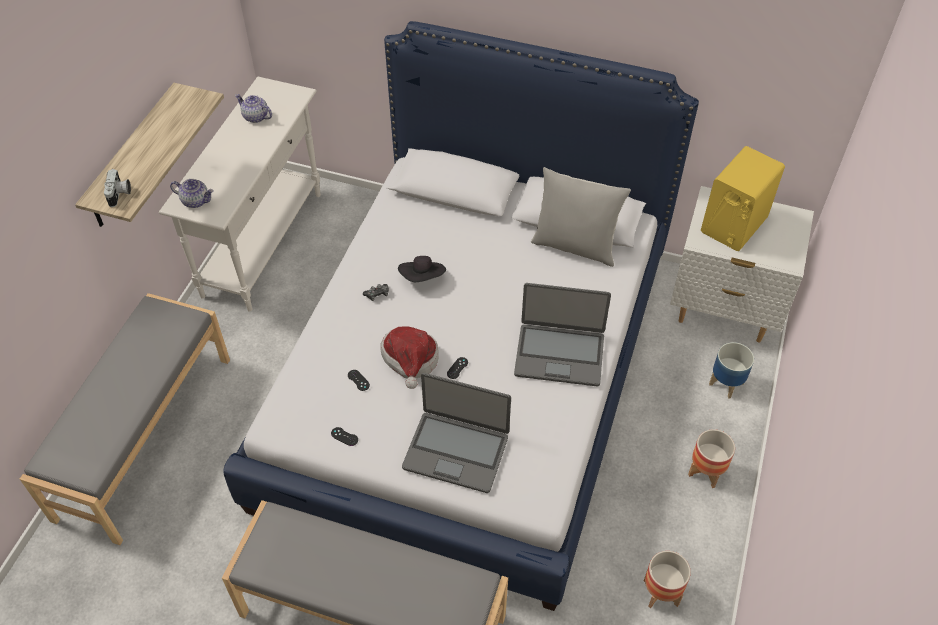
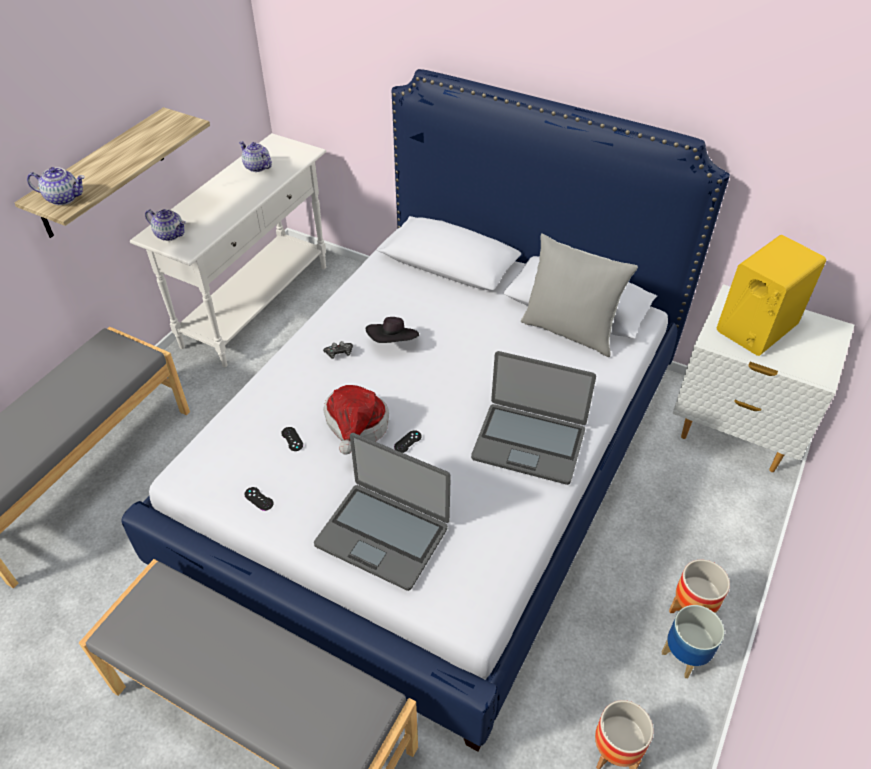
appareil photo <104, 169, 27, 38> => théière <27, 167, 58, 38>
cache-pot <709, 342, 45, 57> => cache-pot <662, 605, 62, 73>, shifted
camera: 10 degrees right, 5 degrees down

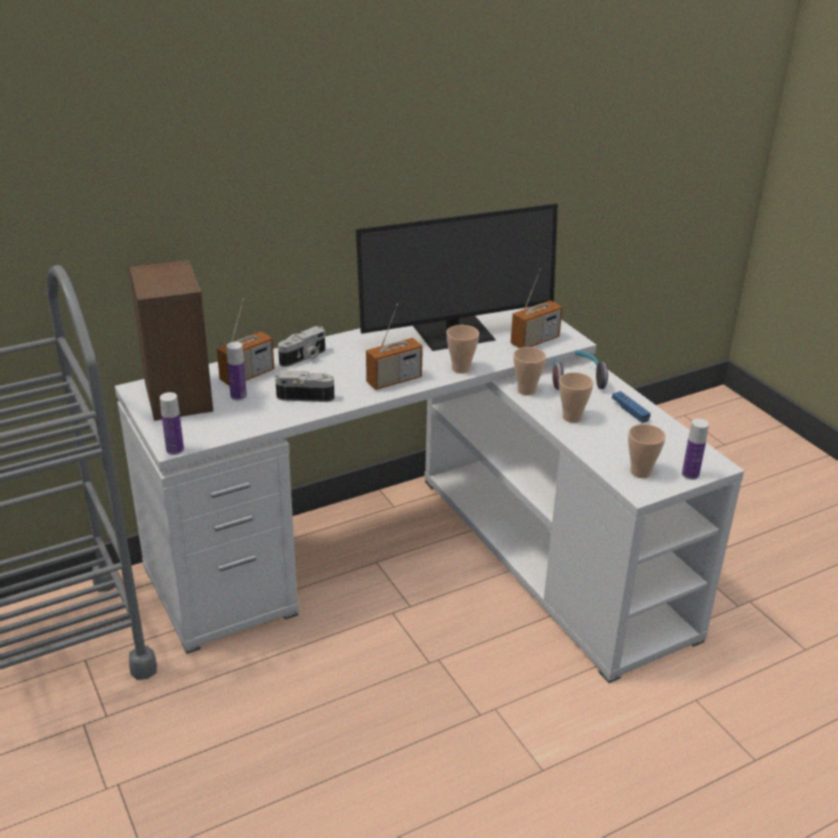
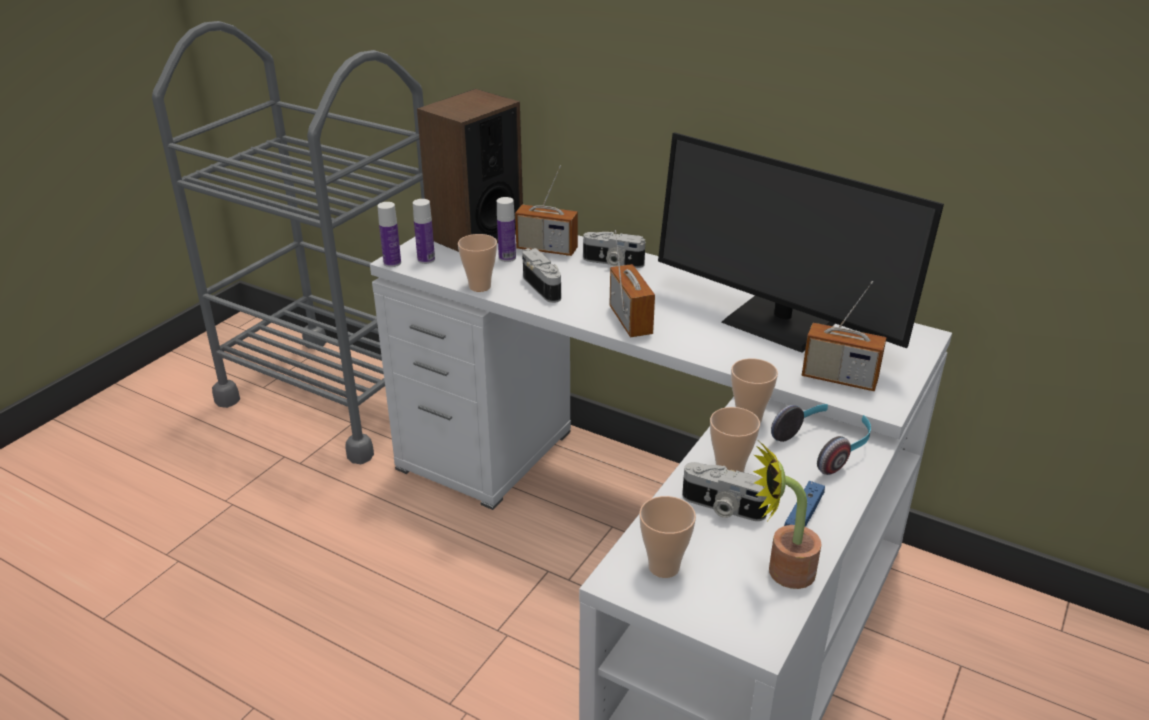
radio <366, 303, 57, 87> => radio <609, 230, 46, 107>, 135 degrees counterclockwise
tasse <447, 325, 32, 48> => tasse <458, 234, 39, 58>, shifted
bouteille <682, 419, 27, 61> => bouteille <413, 199, 22, 65>, shifted
nothing => plante en pot <753, 442, 68, 147>
nothing => appareil photo <682, 462, 86, 59>
camera: 60 degrees right, 0 degrees up

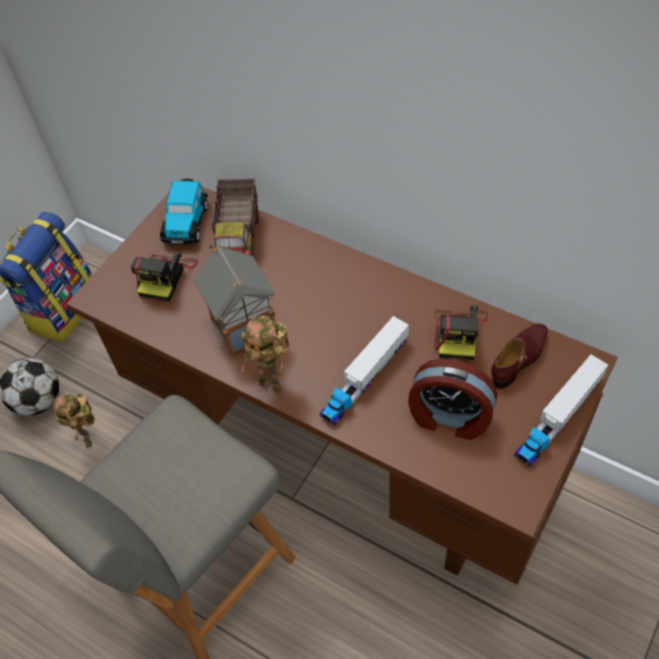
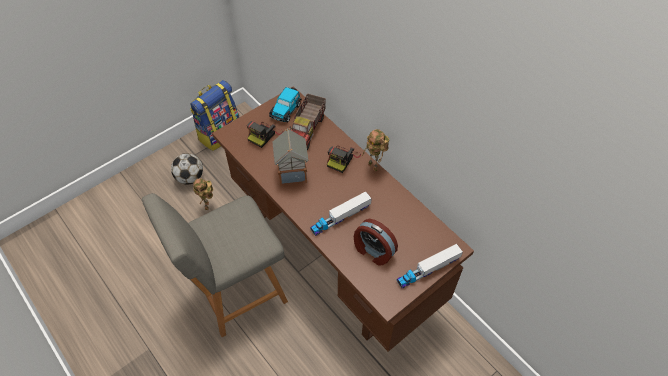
appareil photo <434, 305, 54, 55> => appareil photo <327, 146, 34, 27>, shifted
robot jouet <241, 316, 49, 77> => robot jouet <362, 129, 27, 43>, shifted
chaussure/marron <491, 324, 57, 65> => nothing
camera: 15 degrees right, 0 degrees up

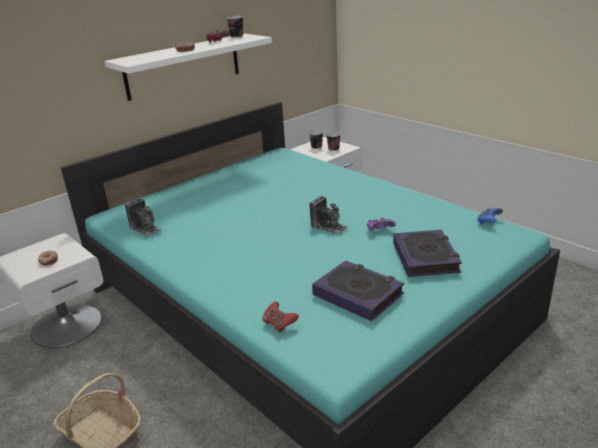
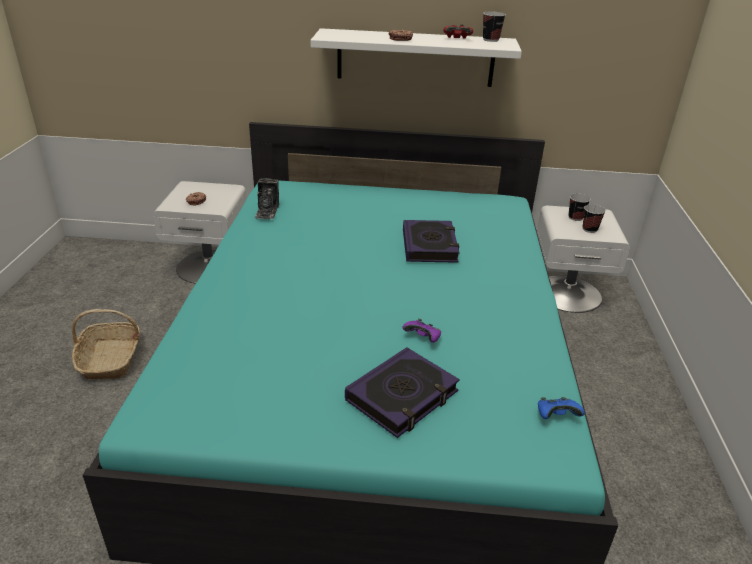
appareil photo <309, 196, 39, 38> => nothing
livre <312, 260, 92, 61> => livre <403, 220, 57, 43>, shifted
manette/rouge <262, 301, 37, 31> => nothing
camera: 45 degrees right, 5 degrees up

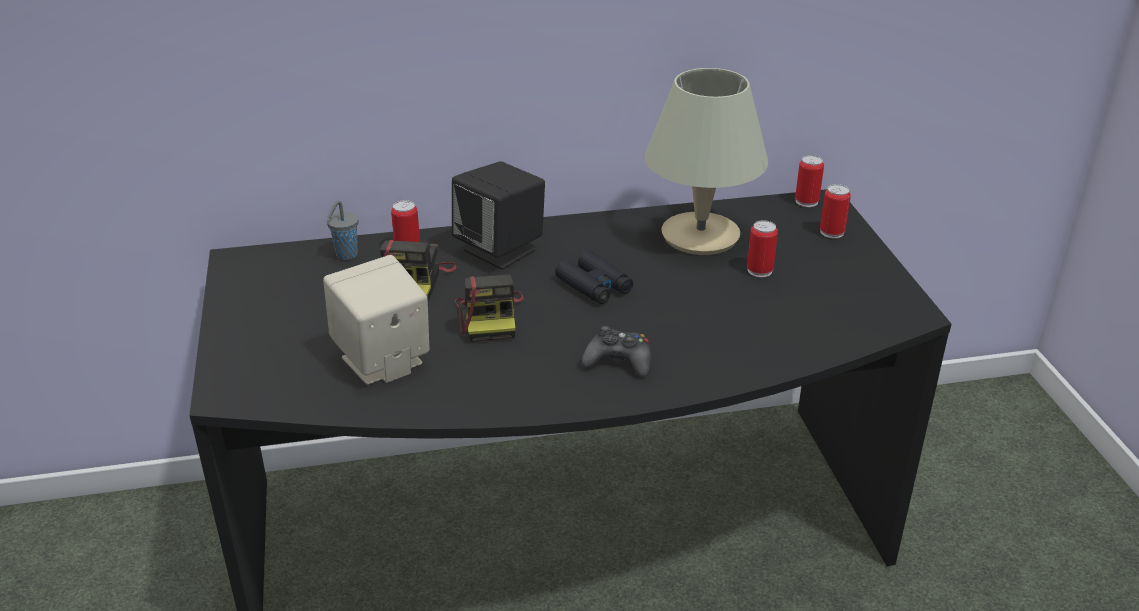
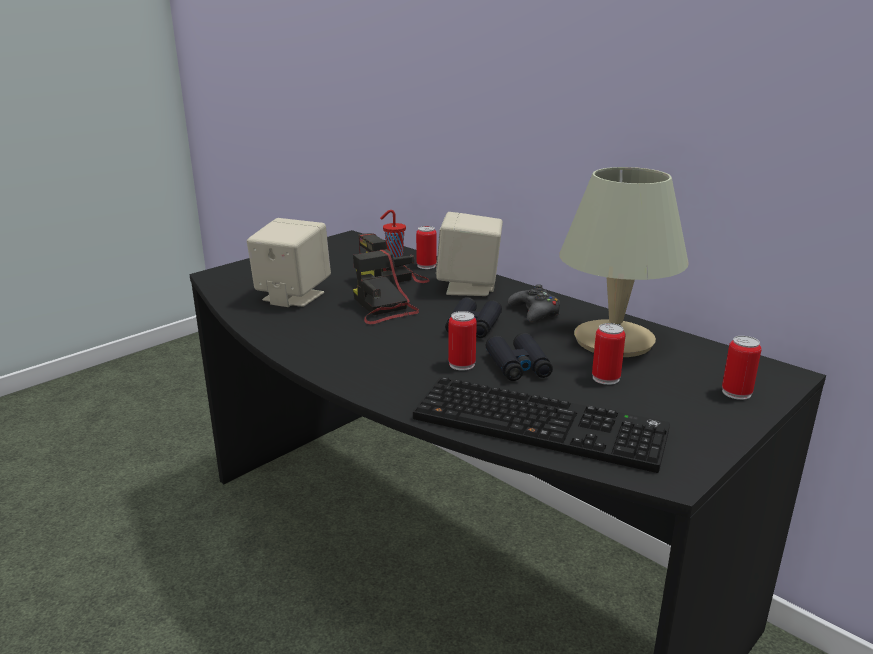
boîte métallique <795, 155, 29, 52> => boîte métallique <448, 311, 29, 60>, shifted
enceinte/noir <452, 161, 93, 108> => enceinte/beige <436, 212, 67, 84>
tasse/gris <327, 201, 32, 59> => tasse/rouge <380, 210, 26, 47>
appareil photo <455, 274, 68, 68> => appareil photo <353, 249, 66, 75>, 105 degrees clockwise
manette/noir <582, 326, 69, 51> => manette/noir <508, 284, 52, 38>, shifted
nothing => jumelles/noir <486, 333, 67, 48>
nothing => clavier <413, 377, 257, 96>
camera: 55 degrees right, 10 degrees down

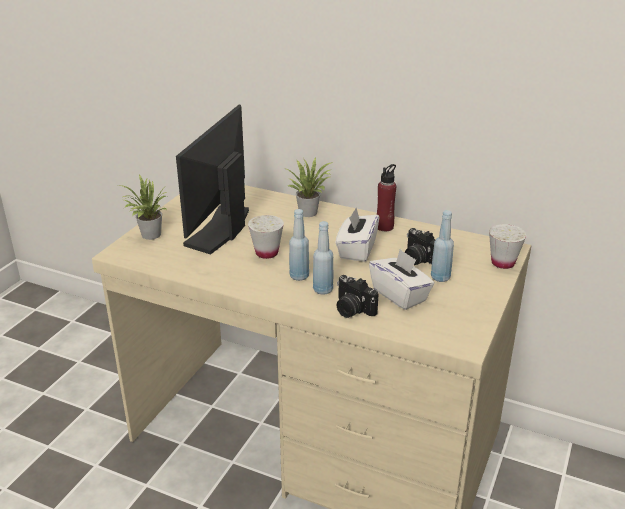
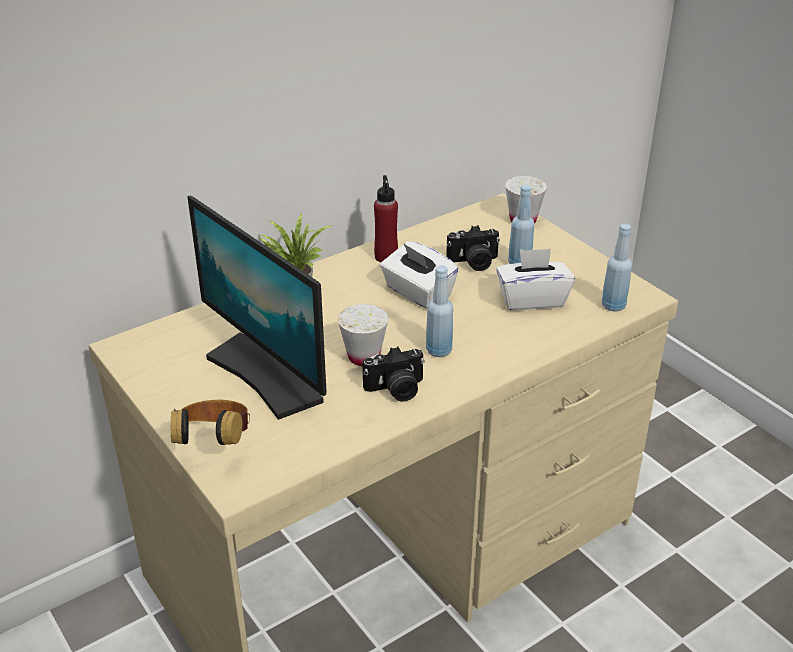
plante en pot <118, 175, 49, 65> => casque audio <171, 400, 79, 45>
bouteille/bleu <313, 221, 20, 74> => bouteille/bleu <602, 223, 30, 89>, shifted
appareil photo <336, 275, 43, 43> => appareil photo <362, 346, 63, 56>, shifted
camera: 60 degrees left, 5 degrees up

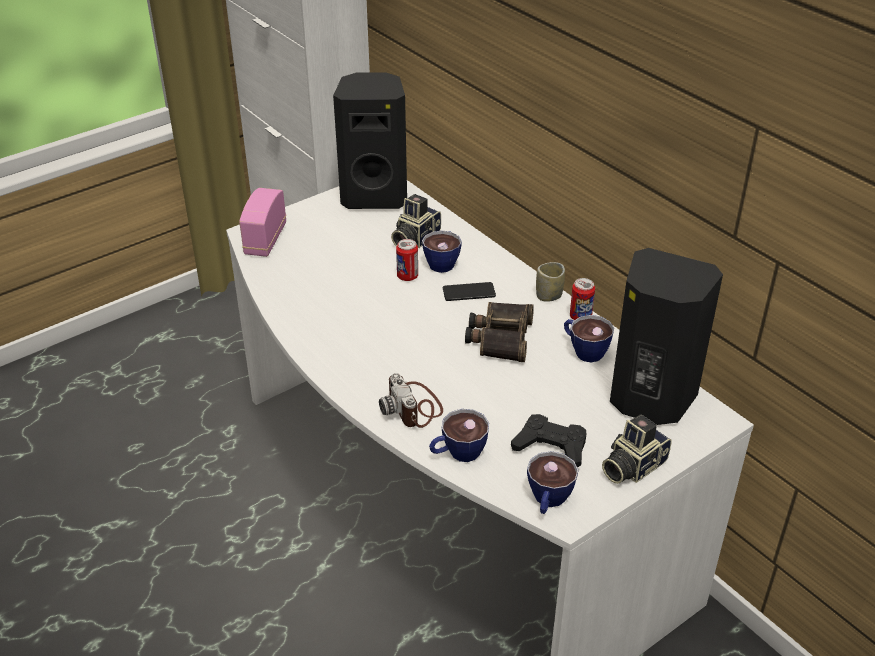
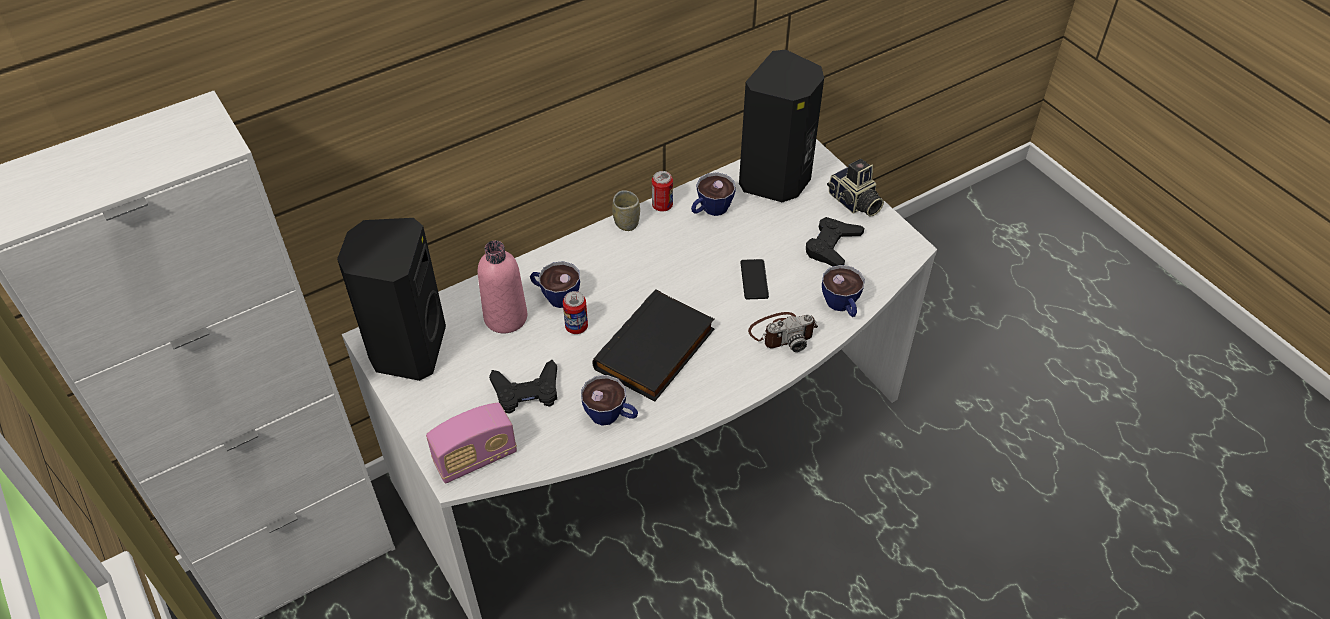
radio <239, 188, 47, 69> => radio <426, 403, 91, 81>, 45 degrees counterclockwise
appareil photo <391, 194, 50, 54> => bouteille/rose <478, 241, 49, 92>
téléphone <443, 282, 53, 19> => téléphone <740, 259, 29, 40>, shifted
jumelles <465, 302, 69, 60> => nothing
tasse <527, 451, 52, 63> => tasse <581, 375, 57, 51>, shifted
nothing => livre/noir <592, 289, 123, 113>
nothing => manette/noir <489, 360, 68, 54>
camera: 85 degrees left, 10 degrees up

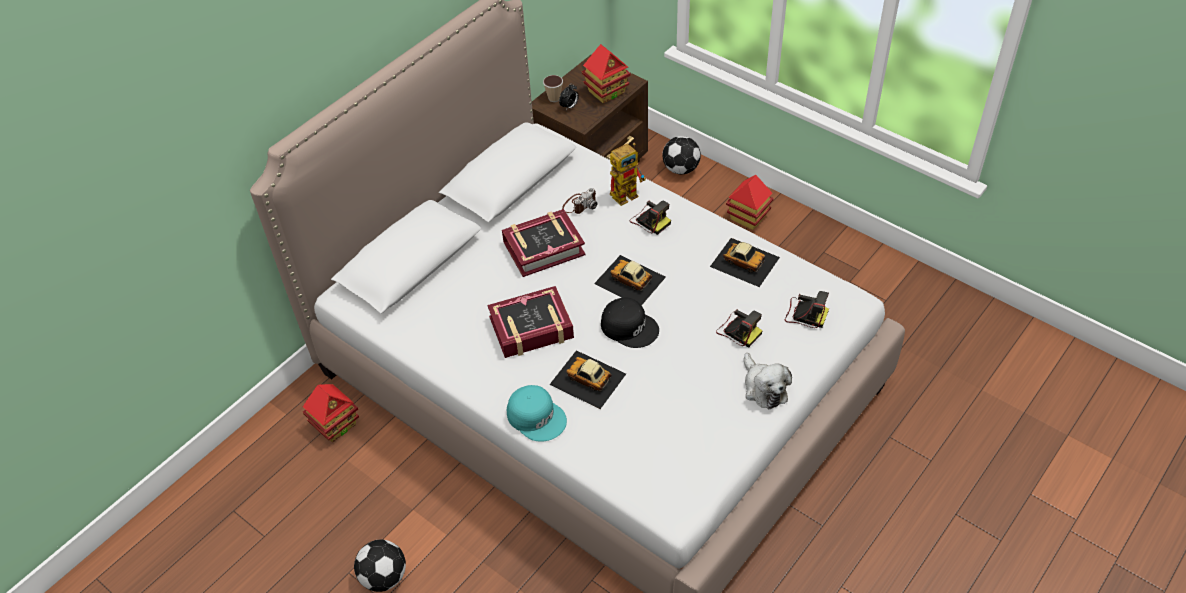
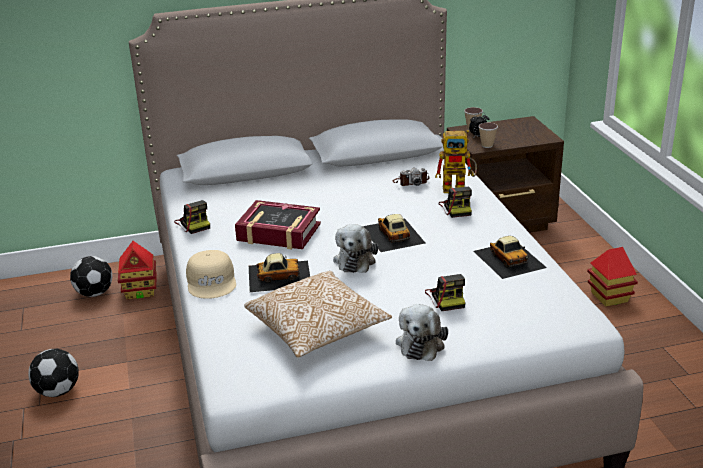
maison miniature <582, 44, 49, 59> => nothing
ballon de foot <662, 136, 39, 38> => ballon de foot <70, 256, 42, 41>, shifted
livre <502, 209, 84, 68> => nothing
appareil photo <785, 291, 44, 37> => appareil photo <174, 200, 36, 34>, shifted
casquette/noir <601, 298, 58, 50> => peluche <333, 224, 45, 49>
petite voiture <549, 350, 77, 59> => petite voiture <249, 253, 61, 39>, 105 degrees clockwise
casquette/turquoise <507, 385, 60, 57> => casquette/beige <186, 250, 50, 49>
nothing => tasse <478, 123, 20, 25>
nothing => coussin <244, 271, 148, 87>
camera: 35 degrees right, 20 degrees down

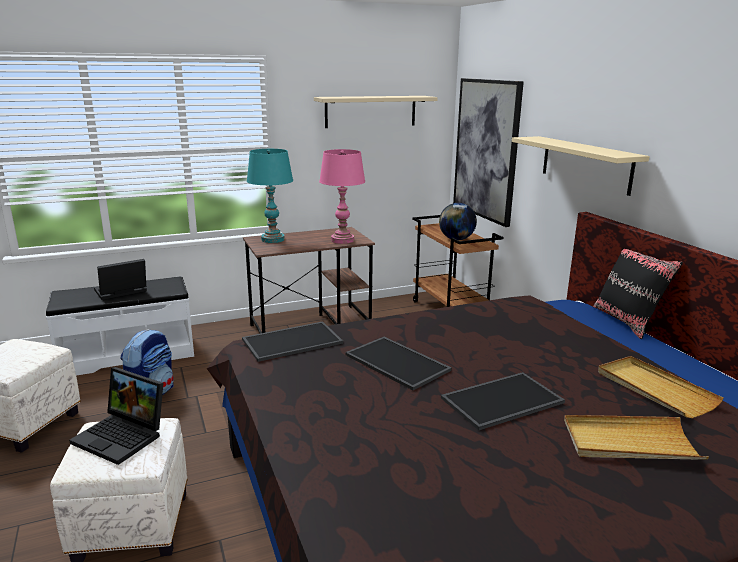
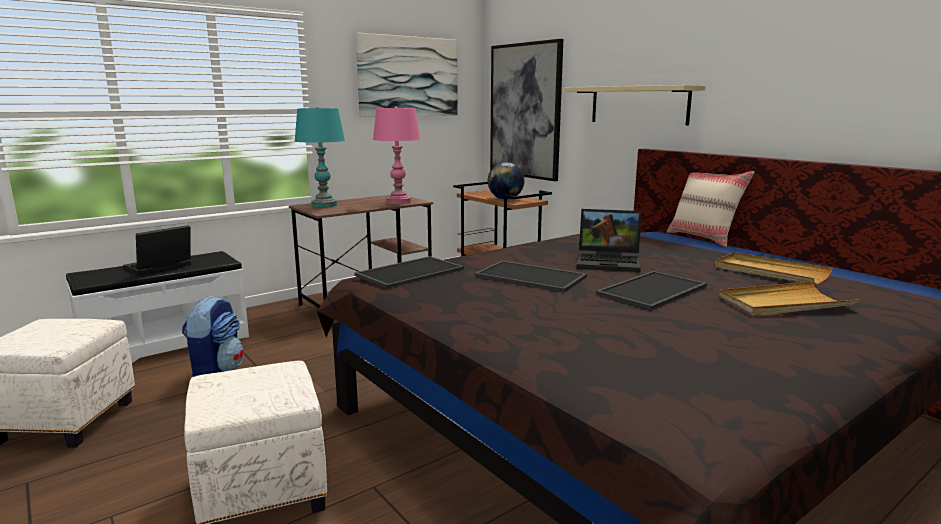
étagère/beige <314, 96, 124, 32> => tableau <355, 33, 103, 84>
coussin/noir <593, 249, 90, 90> => coussin/beige <667, 171, 87, 76>
ordinateur portable <69, 367, 94, 98> => ordinateur portable <577, 209, 65, 63>, shifted
camera: 15 degrees left, 5 degrees down

